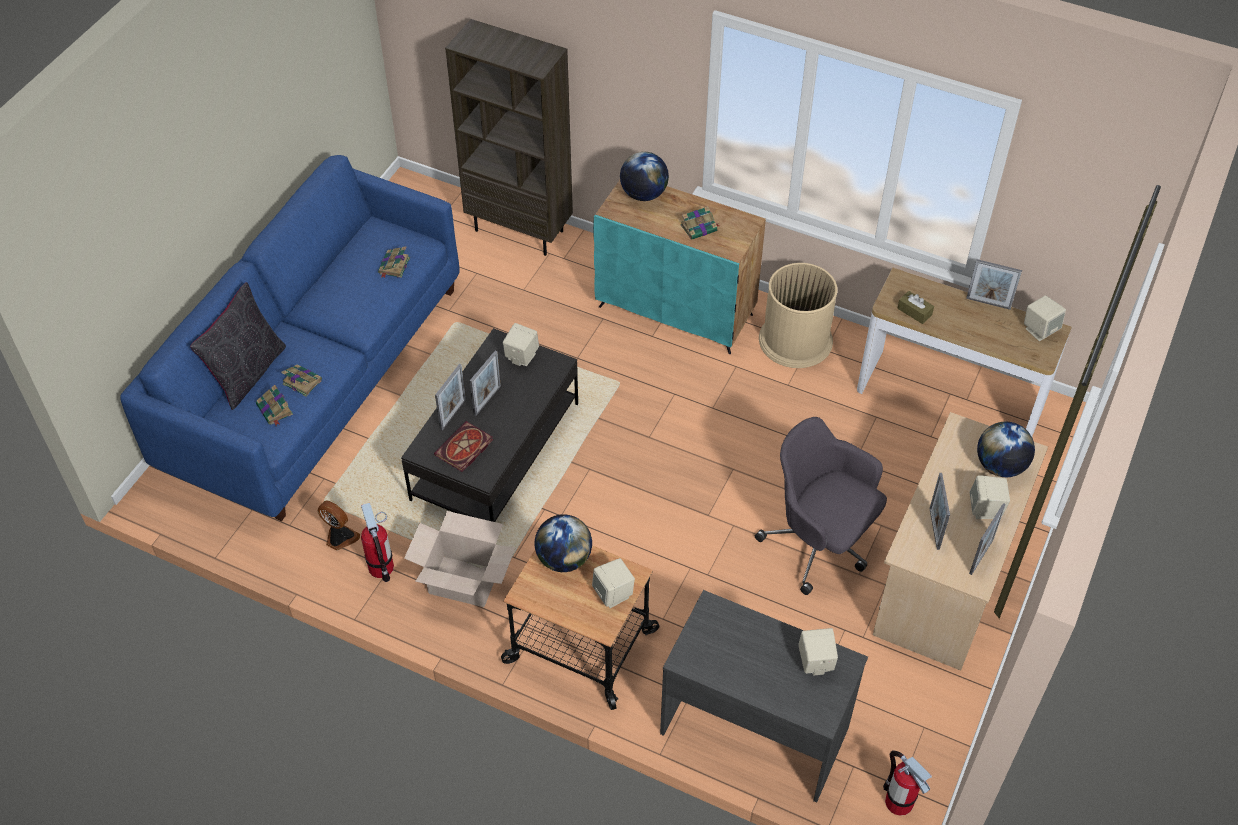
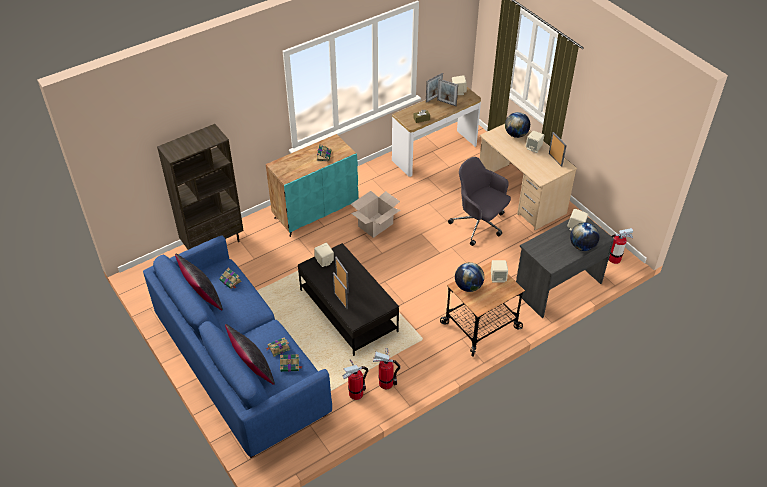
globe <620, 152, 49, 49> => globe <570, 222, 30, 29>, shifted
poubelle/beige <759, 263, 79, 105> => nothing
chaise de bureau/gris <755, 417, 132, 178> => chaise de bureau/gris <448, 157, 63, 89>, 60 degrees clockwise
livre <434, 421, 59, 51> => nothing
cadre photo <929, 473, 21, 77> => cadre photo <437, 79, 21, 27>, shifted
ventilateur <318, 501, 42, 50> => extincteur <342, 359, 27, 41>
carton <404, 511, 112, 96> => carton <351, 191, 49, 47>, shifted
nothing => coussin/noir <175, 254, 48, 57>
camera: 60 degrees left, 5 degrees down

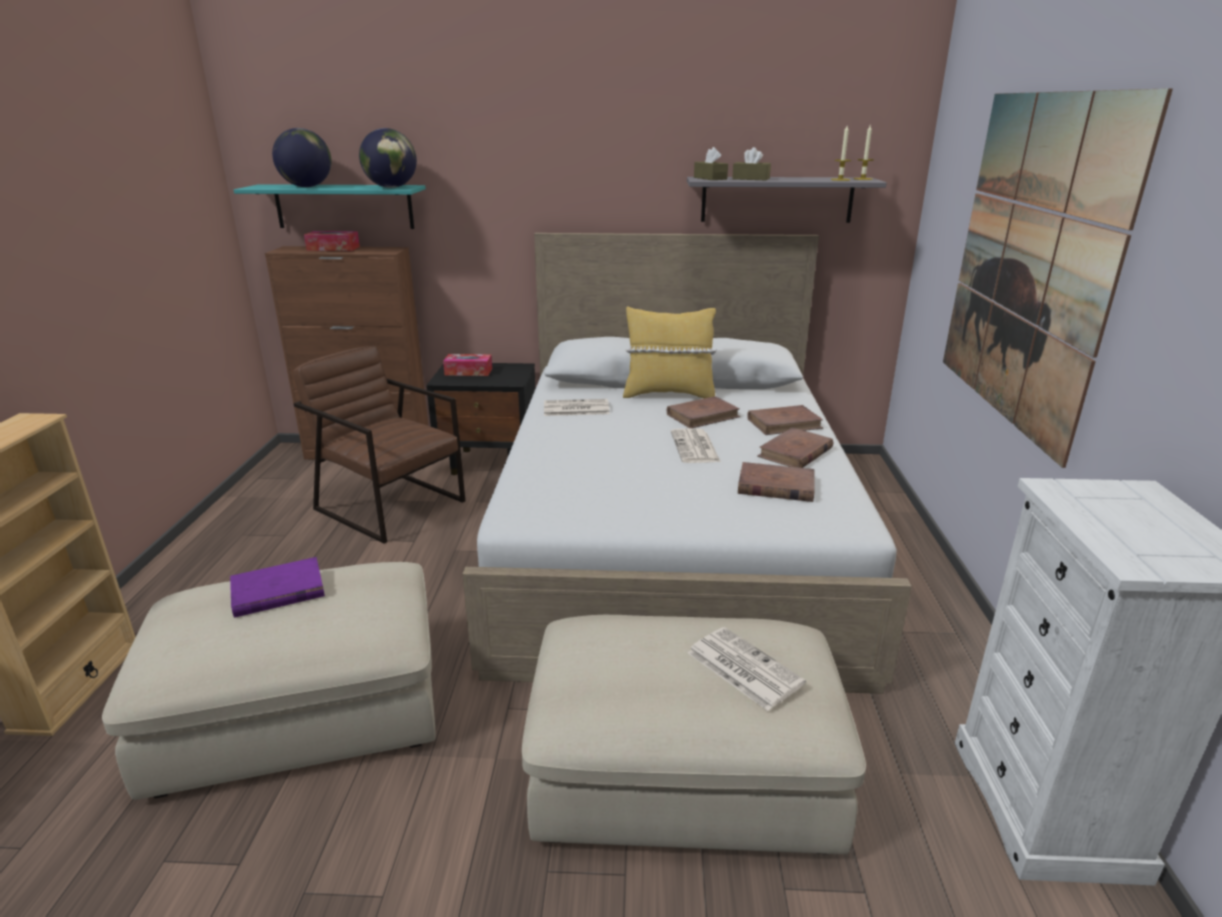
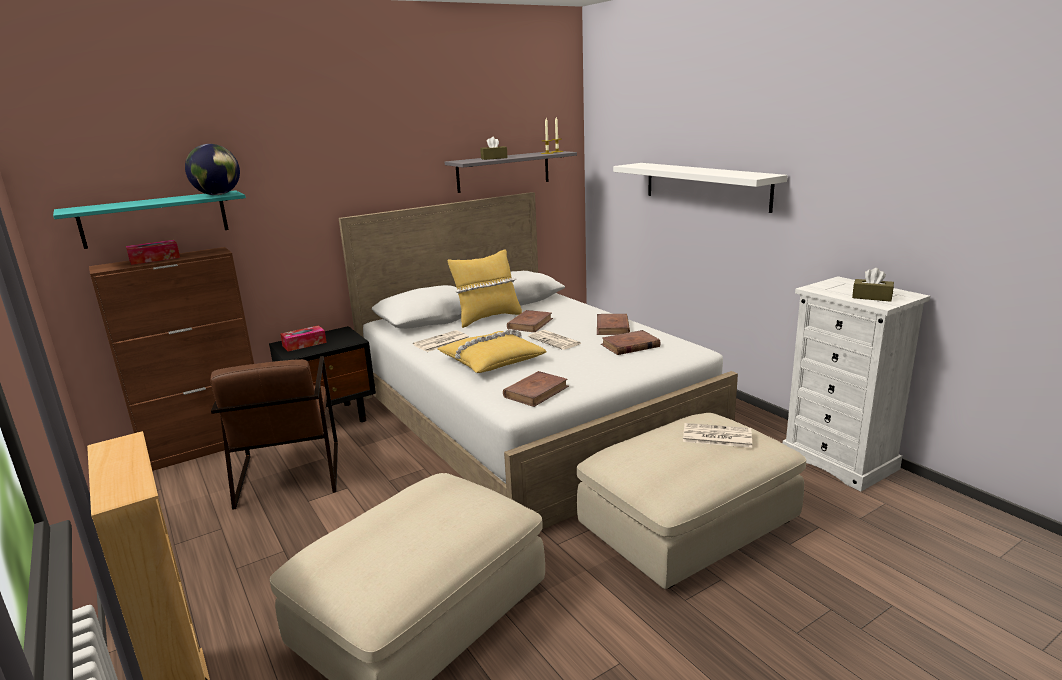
tableau <943, 88, 230, 380> => étagère/blanc <613, 163, 175, 50>
globe <272, 128, 60, 59> => nothing
boîte à mouchoirs/marron <694, 147, 34, 33> => boîte à mouchoirs/marron <852, 268, 42, 34>, shifted
fauteuil/marron <293, 346, 172, 198> => fauteuil/marron <211, 356, 127, 154>, 105 degrees counterclockwise
livre/marron <747, 405, 76, 30> => livre/marron <503, 371, 66, 36>, shifted
livre/violet <230, 557, 95, 61> => nothing
nothing => coussin/jaune <437, 329, 109, 44>
camera: 35 degrees left, 5 degrees down

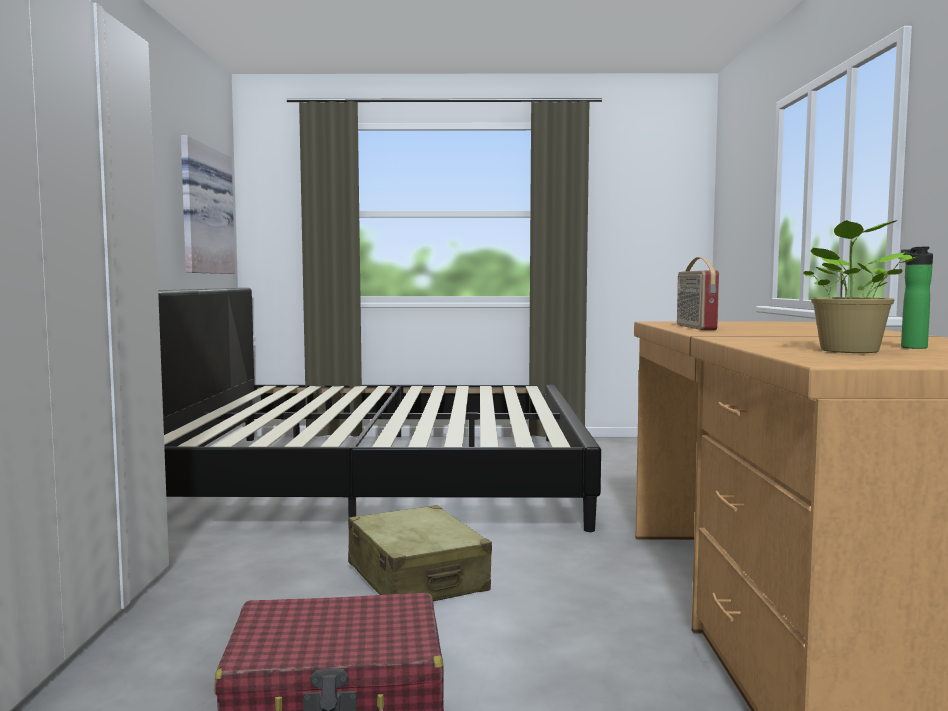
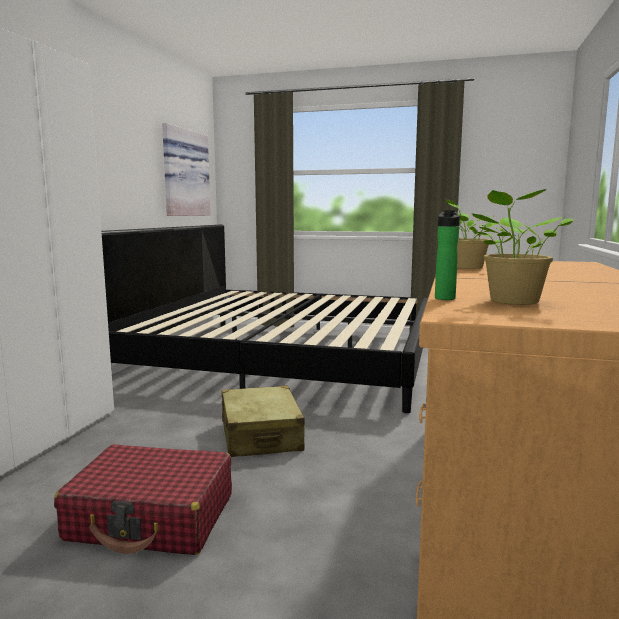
bouteille <901, 246, 32, 103> => bouteille <435, 210, 25, 90>, shifted
radio <677, 257, 42, 73> => plante en pot <446, 199, 54, 70>
camera: 15 degrees right, 5 degrees up

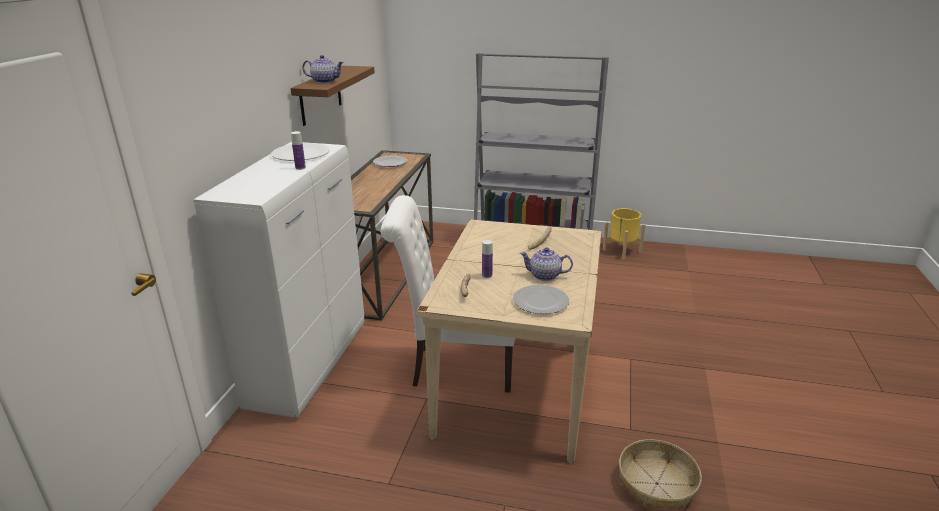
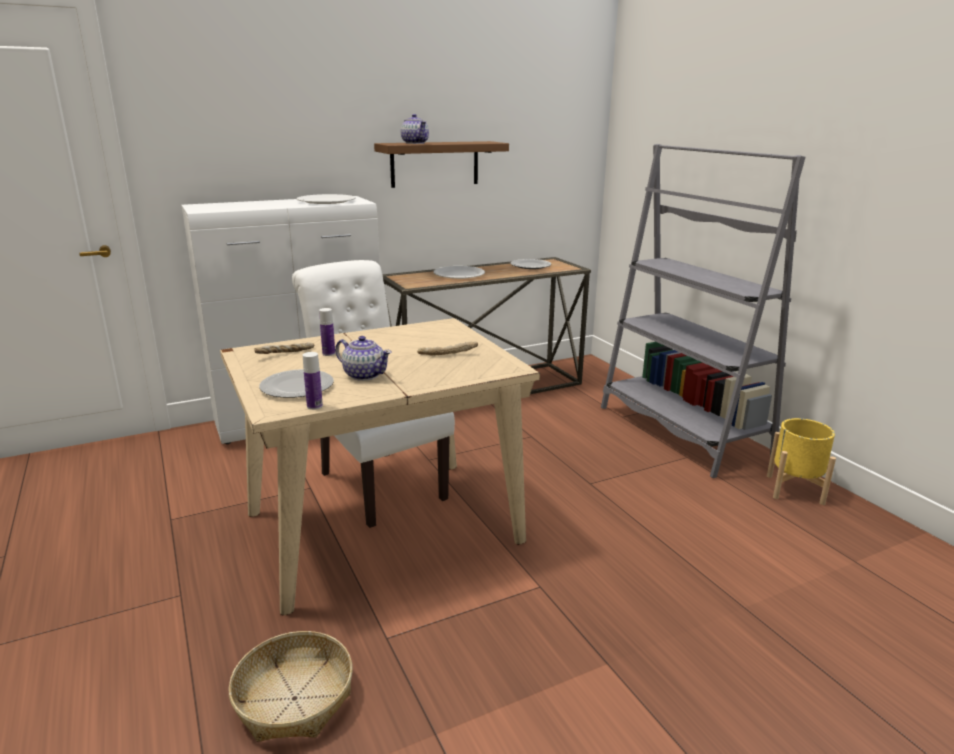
bouteille <291, 131, 15, 39> => bouteille <303, 352, 20, 58>, shifted
théière <520, 247, 53, 34> => théière <335, 336, 57, 45>, 150 degrees clockwise
nothing => assiette/blanc <434, 266, 51, 13>
camera: 50 degrees right, 5 degrees down

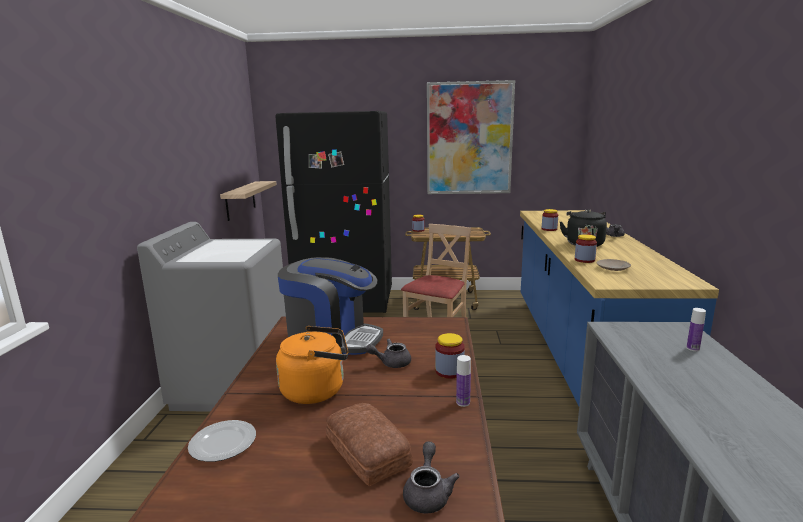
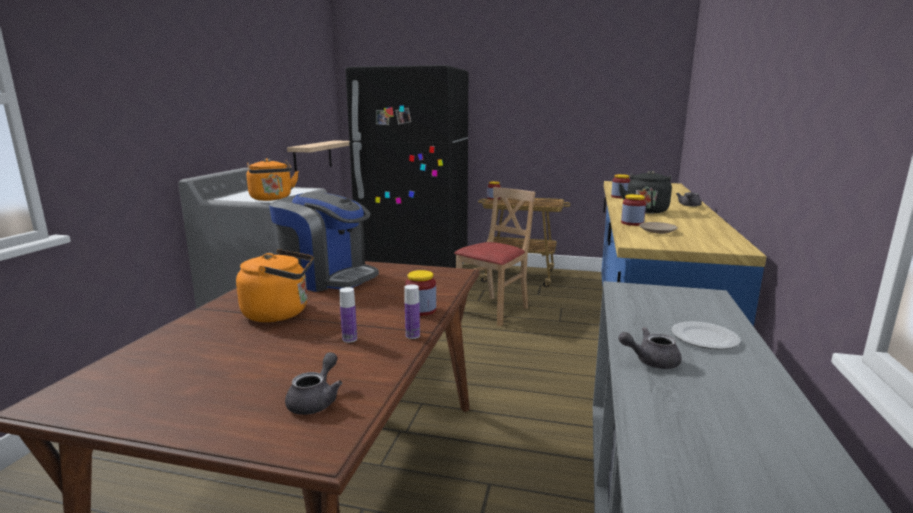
tableau <427, 80, 88, 114> => nothing
bouteille <686, 308, 20, 43> => bouteille <339, 287, 18, 56>, shifted
théière/gris <366, 339, 45, 29> => théière/gris <619, 327, 63, 42>, shifted
pain <326, 403, 87, 83> => nothing
assiette <188, 420, 68, 42> => assiette <671, 321, 70, 28>, shifted
nothing => bouilloire/orange <247, 158, 52, 43>
camera: 10 degrees right, 0 degrees up

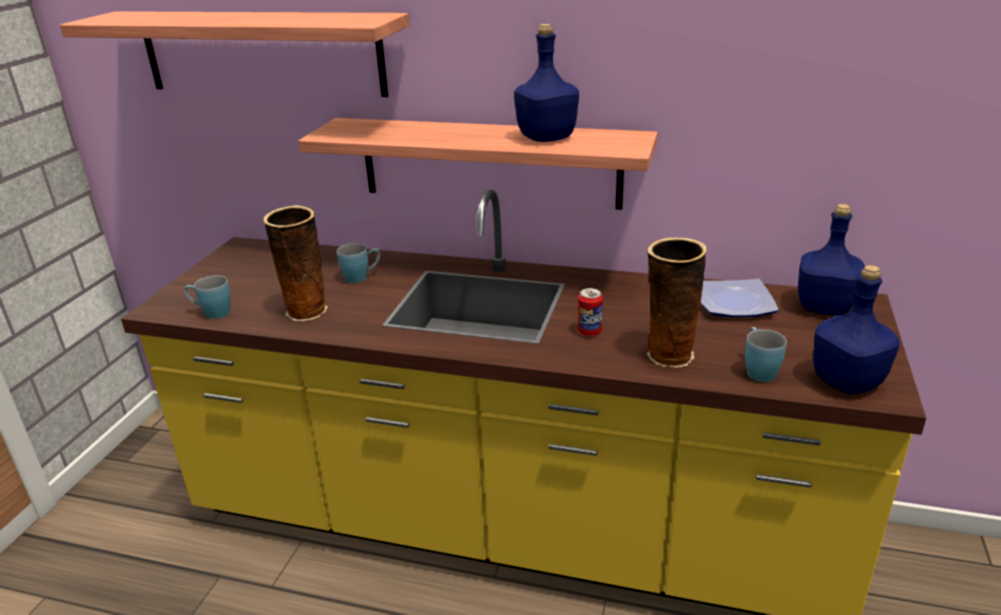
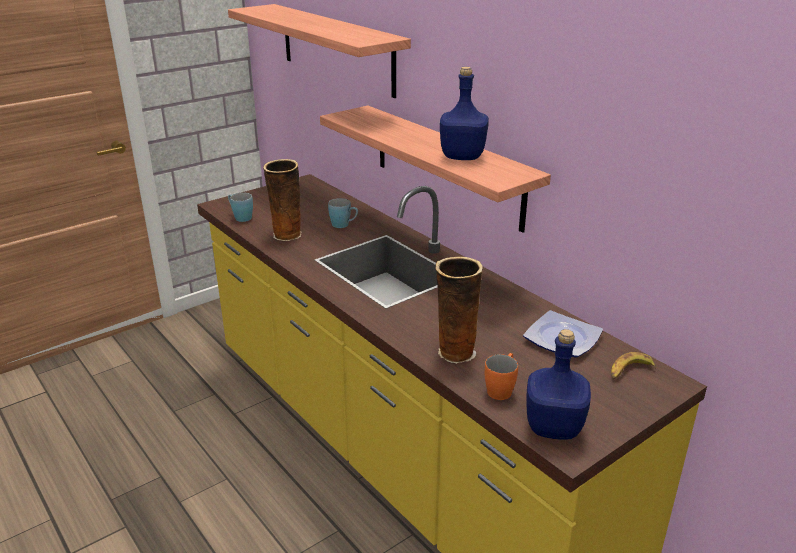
bouteille/bleu <798, 204, 67, 111> => banane <611, 352, 46, 27>
boîte métallique <578, 288, 25, 48> => nothing
mug/bleu <745, 327, 42, 55> => mug/orange <485, 353, 33, 47>
camera: 35 degrees right, 0 degrees up

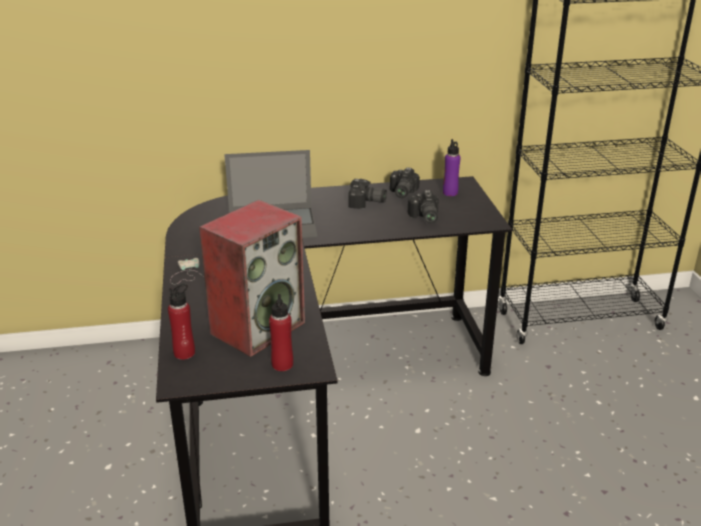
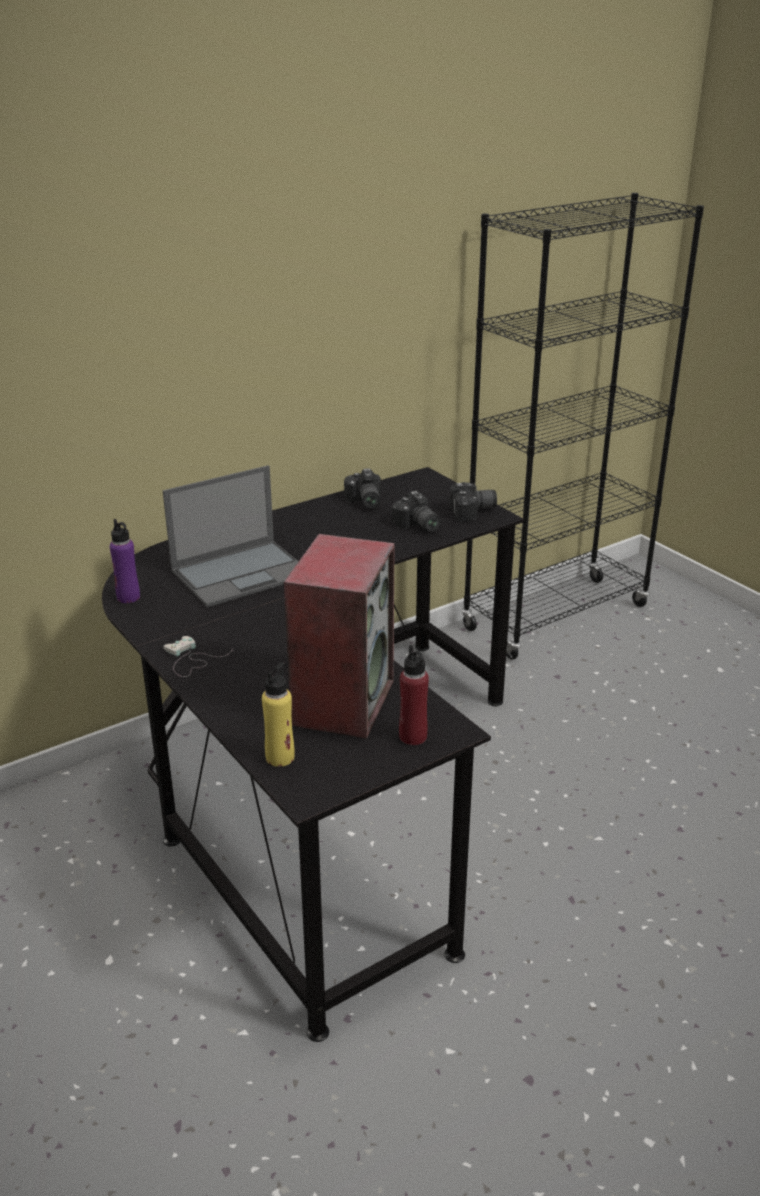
bouteille/violet <443, 139, 18, 57> => bouteille/violet <110, 519, 30, 84>, shifted
appareil photo <348, 179, 39, 30> => appareil photo <450, 482, 47, 39>, shifted
bouteille/rouge <168, 284, 27, 76> => bouteille/jaune <262, 662, 33, 105>
camera: 25 degrees left, 0 degrees up

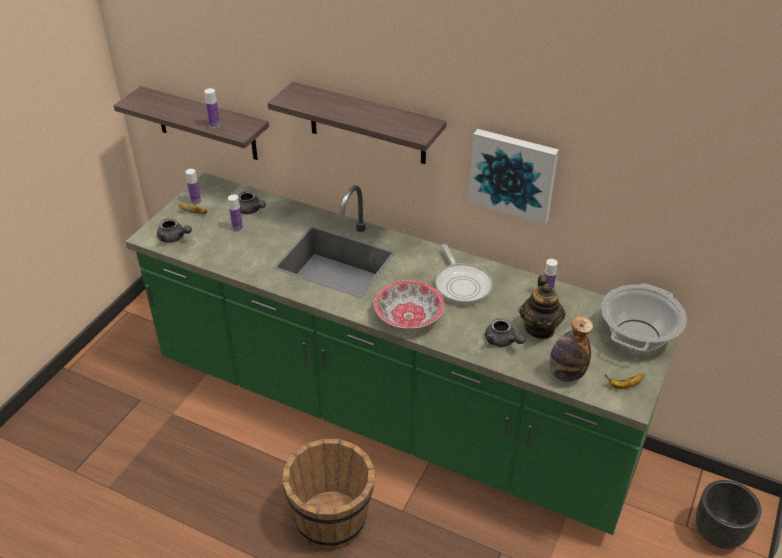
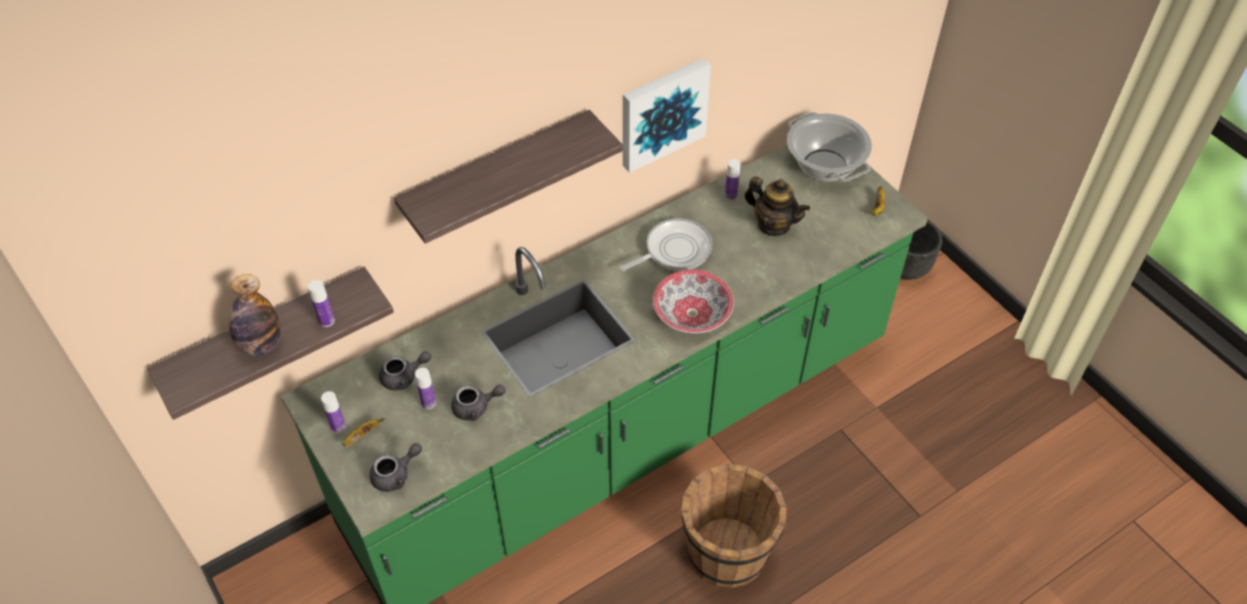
poêle <435, 244, 58, 61> => poêle <620, 218, 92, 53>, 45 degrees counterclockwise
bouteille <550, 316, 43, 66> => bouteille <228, 274, 52, 82>, shifted
théière/gris <485, 318, 41, 29> => théière/gris <451, 385, 55, 36>, shifted
camera: 60 degrees left, 10 degrees up

